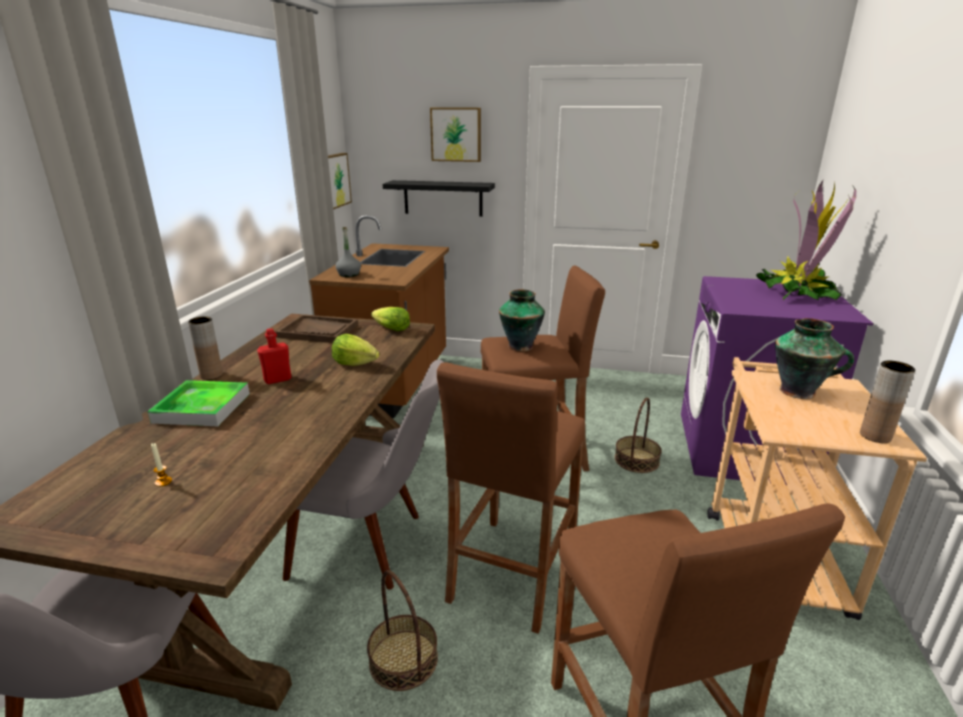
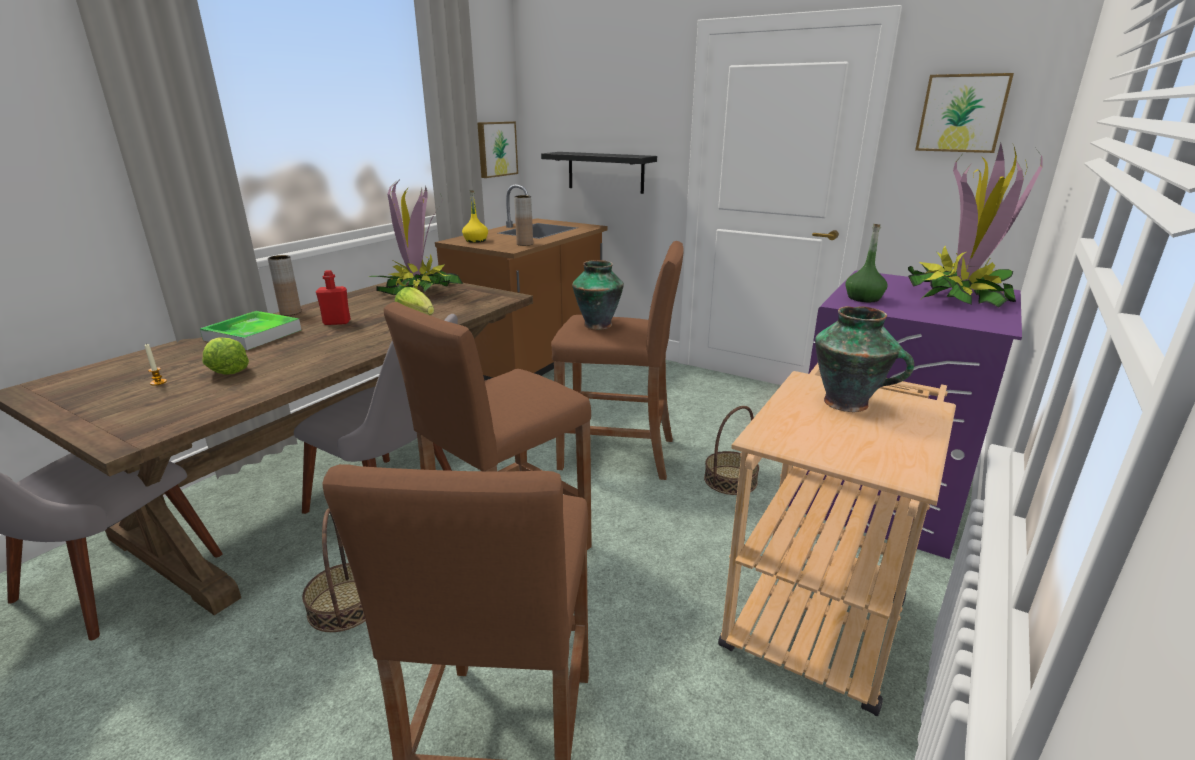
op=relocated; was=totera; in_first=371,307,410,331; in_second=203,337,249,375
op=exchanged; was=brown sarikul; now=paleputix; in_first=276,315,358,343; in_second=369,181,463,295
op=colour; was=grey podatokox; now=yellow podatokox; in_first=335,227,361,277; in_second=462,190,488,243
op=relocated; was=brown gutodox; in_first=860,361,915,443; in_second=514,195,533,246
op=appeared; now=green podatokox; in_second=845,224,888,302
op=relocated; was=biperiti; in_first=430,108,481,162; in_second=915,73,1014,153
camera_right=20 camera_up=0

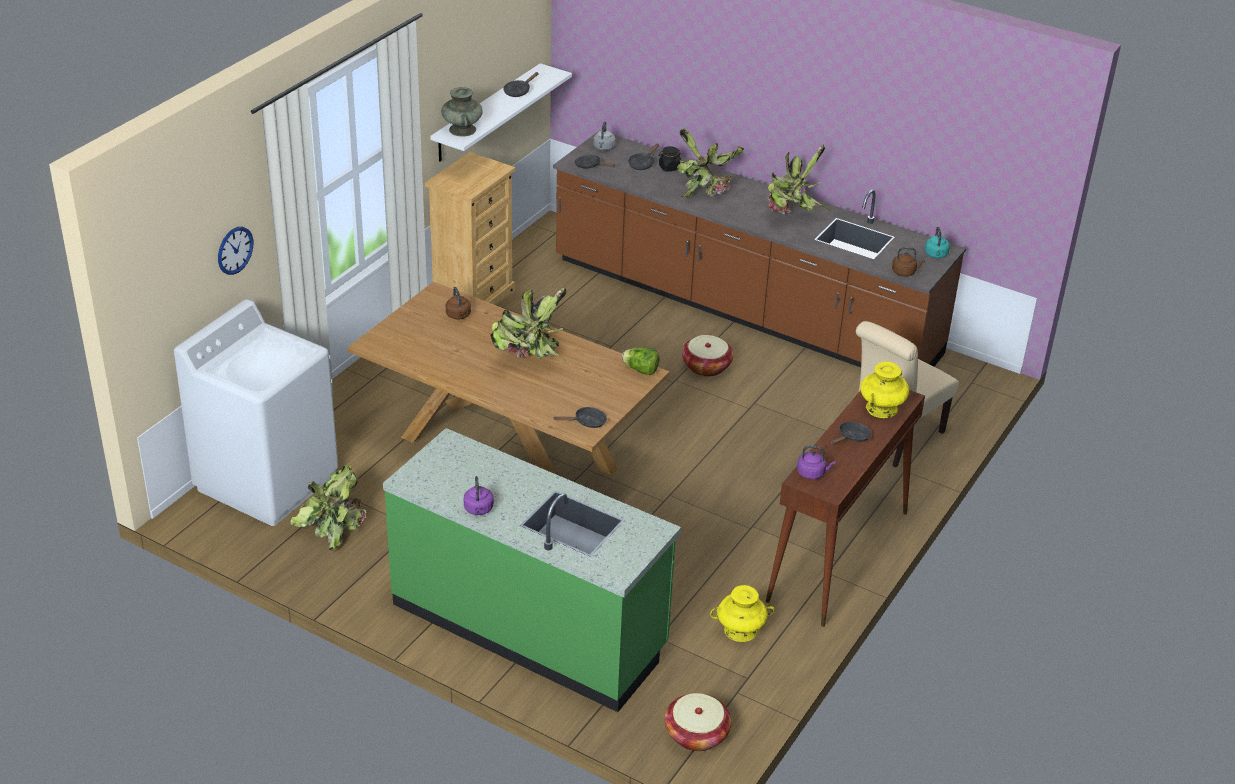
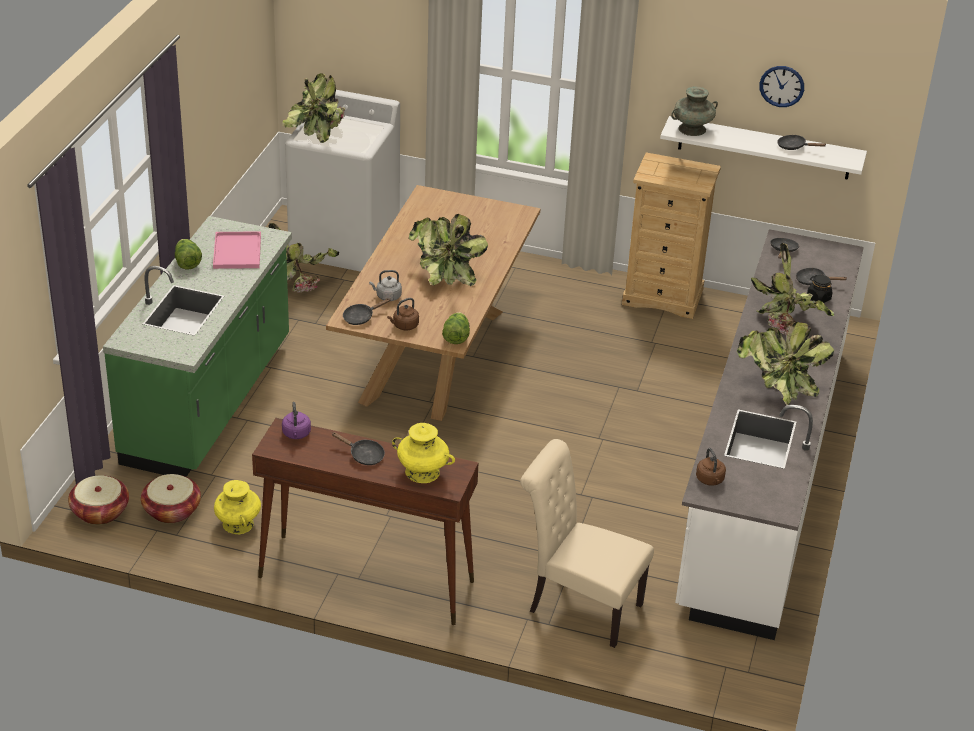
op=relocated; was=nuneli; in_first=682,335,734,377; in_second=141,474,201,523
op=exchanged; was=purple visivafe; now=totera; in_first=464,476,494,515; in_second=175,239,202,270
op=appeared; now=pink sarikul; in_second=213,231,261,269
op=appeared; now=paleputix; in_second=282,73,345,143
op=spun; was=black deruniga; in_first=553,407,607,428; in_second=343,298,390,325; clockwise=90
op=relocated; was=grey visivafe; in_first=594,122,615,151; in_second=369,270,402,301
op=relocated; was=brown visivafe; in_first=446,287,471,320; in_second=387,298,419,331
op=colour; was=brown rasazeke; now=white rasazeke; in_first=553,130,966,367; in_second=675,229,864,640
op=relocated; was=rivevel; in_first=218,227,253,275; in_second=759,66,804,107
op=missing; was=turquoise visivafe; in_first=925,227,950,258
camera_right=75 camera_up=0

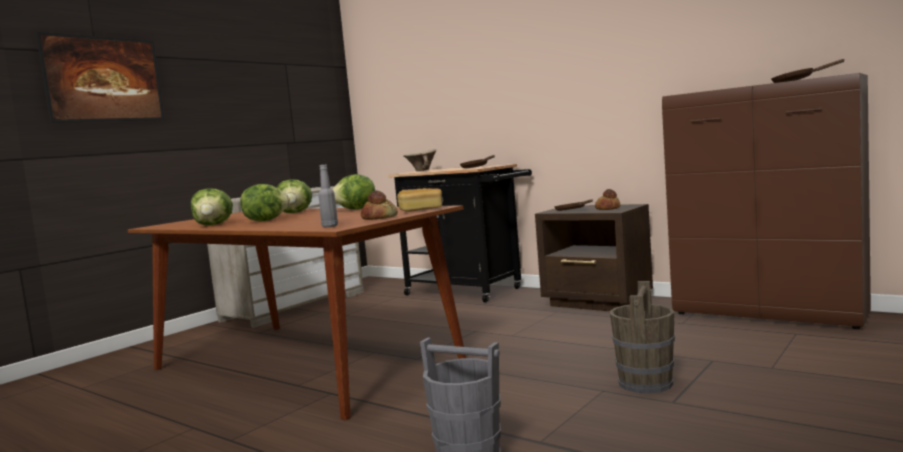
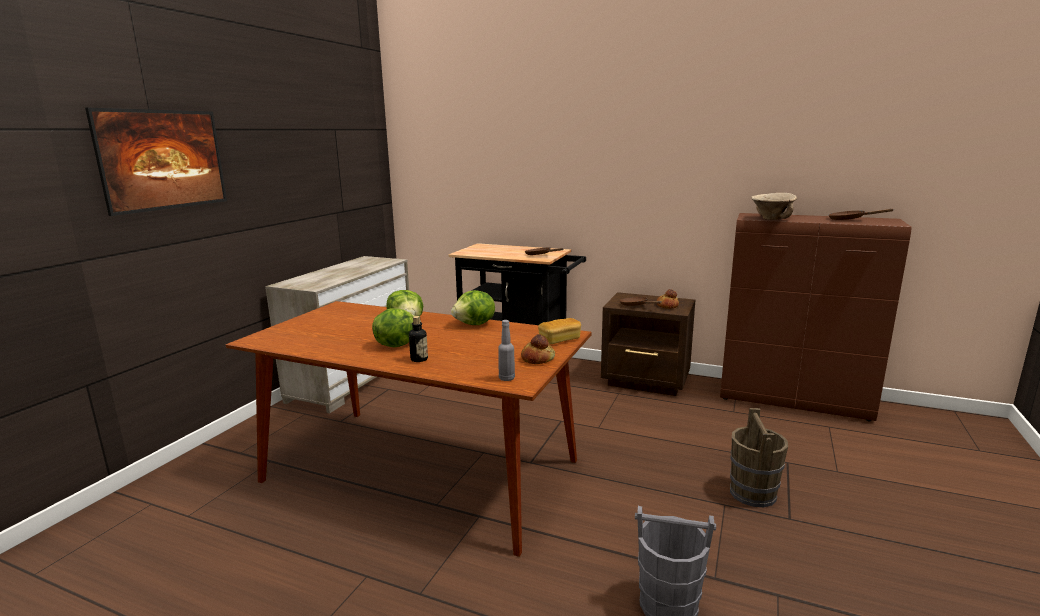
op=appeared; now=podatokox; in_second=409,316,428,362
op=relocated; was=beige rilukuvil; in_first=403,149,437,171; in_second=751,193,797,220
op=missing; was=totera; in_first=191,188,233,225
camera_right=-15 camera_up=10

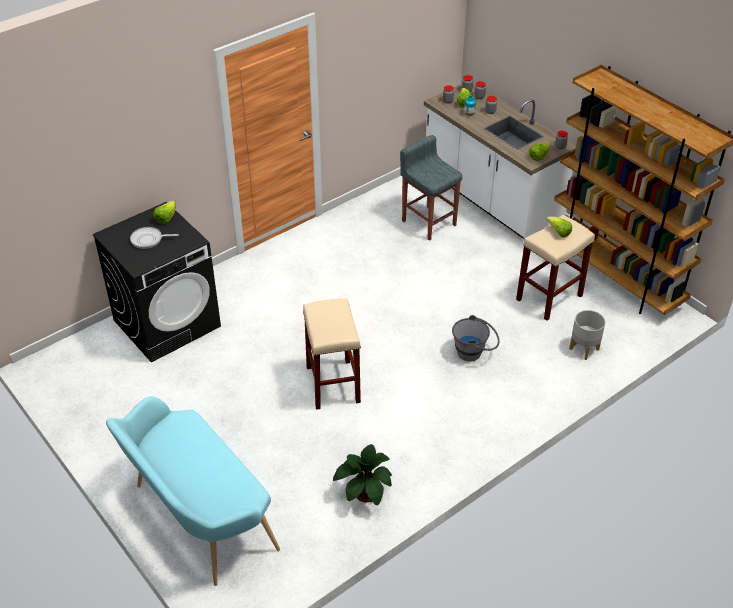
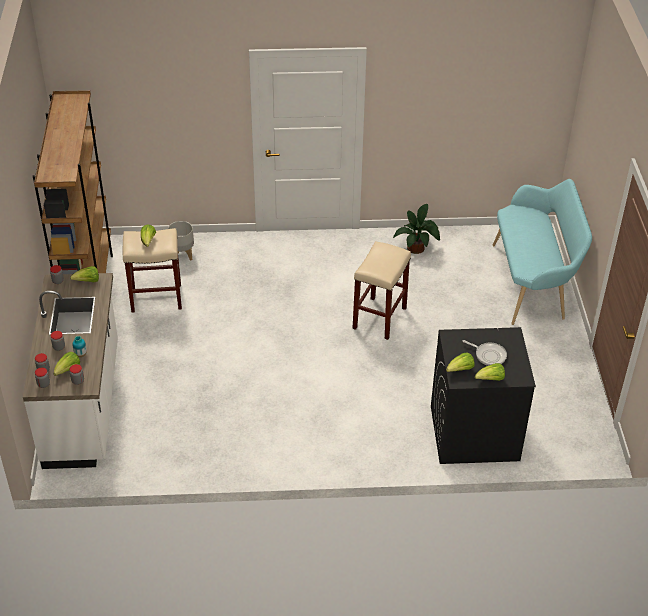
op=appeared; now=totera; in_second=475,363,505,381
op=missing; was=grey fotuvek; in_first=400,135,462,241
op=missing; was=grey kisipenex; in_first=452,315,500,361
camera_right=-145 camera_up=0

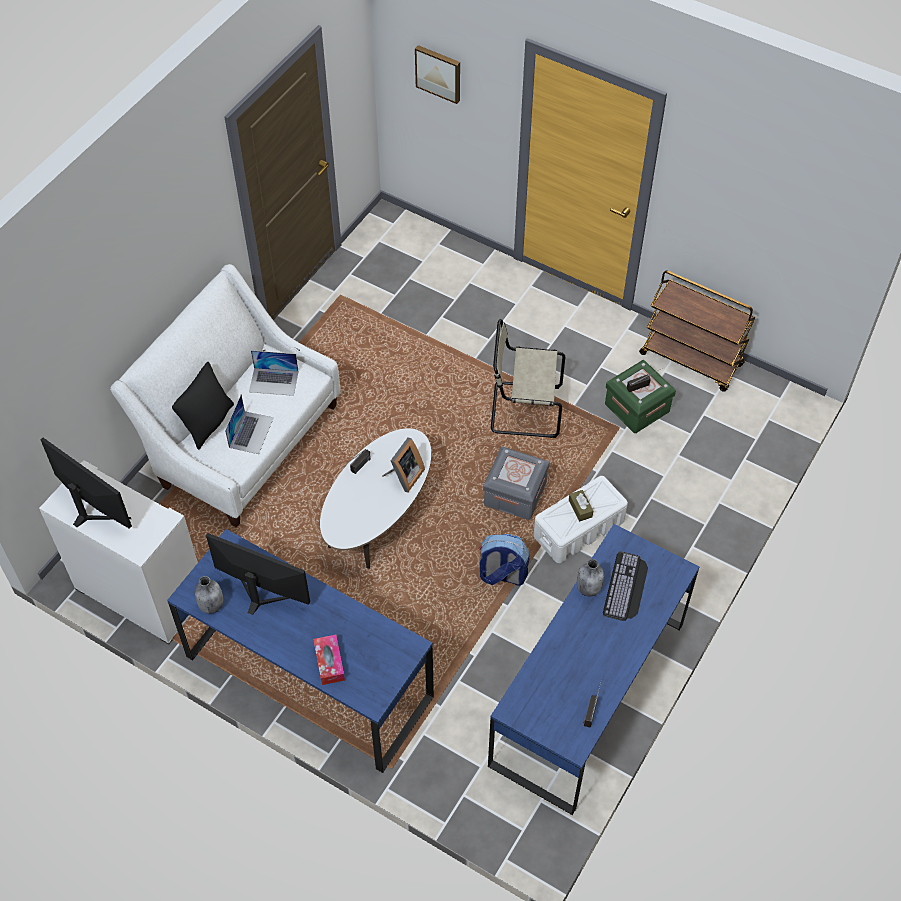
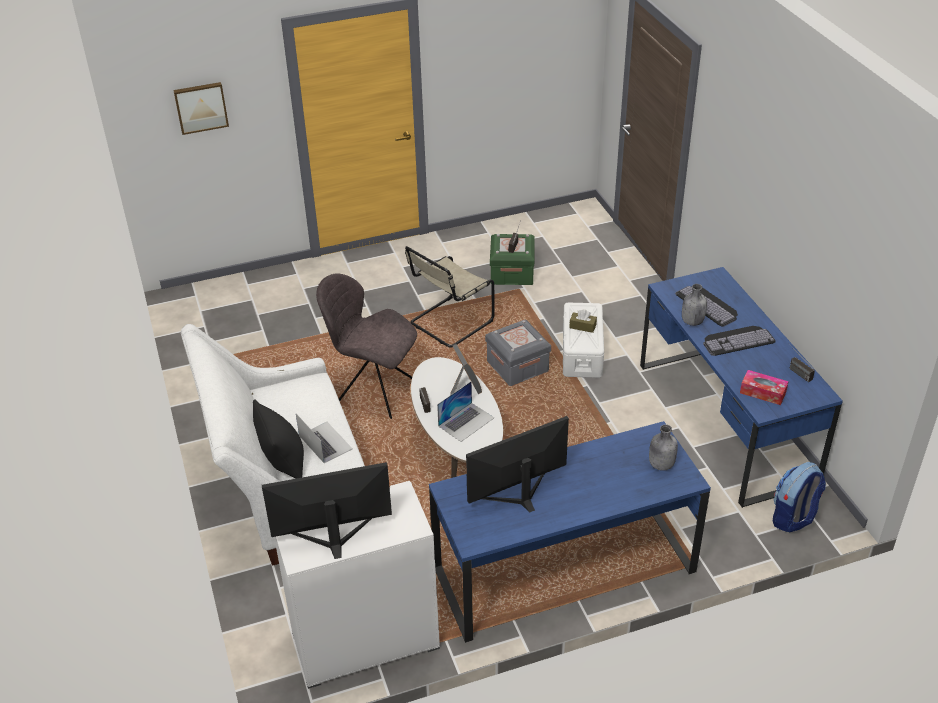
op=appeared; now=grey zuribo; in_second=316,273,417,419
op=relocated; was=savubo; in_first=249,350,299,396; in_second=437,381,494,442
op=relocated; was=grey podatokox; in_first=194,576,223,614; in_second=649,424,678,471
op=appeared; now=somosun; in_second=703,326,776,356
op=relocated; was=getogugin; in_first=313,635,345,685; in_second=740,370,789,405
op=relocated; was=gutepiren; in_first=478,534,529,586; in_second=773,462,826,533
op=missing; was=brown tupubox; in_first=639,270,755,392
camera_right=-50 camera_up=-15

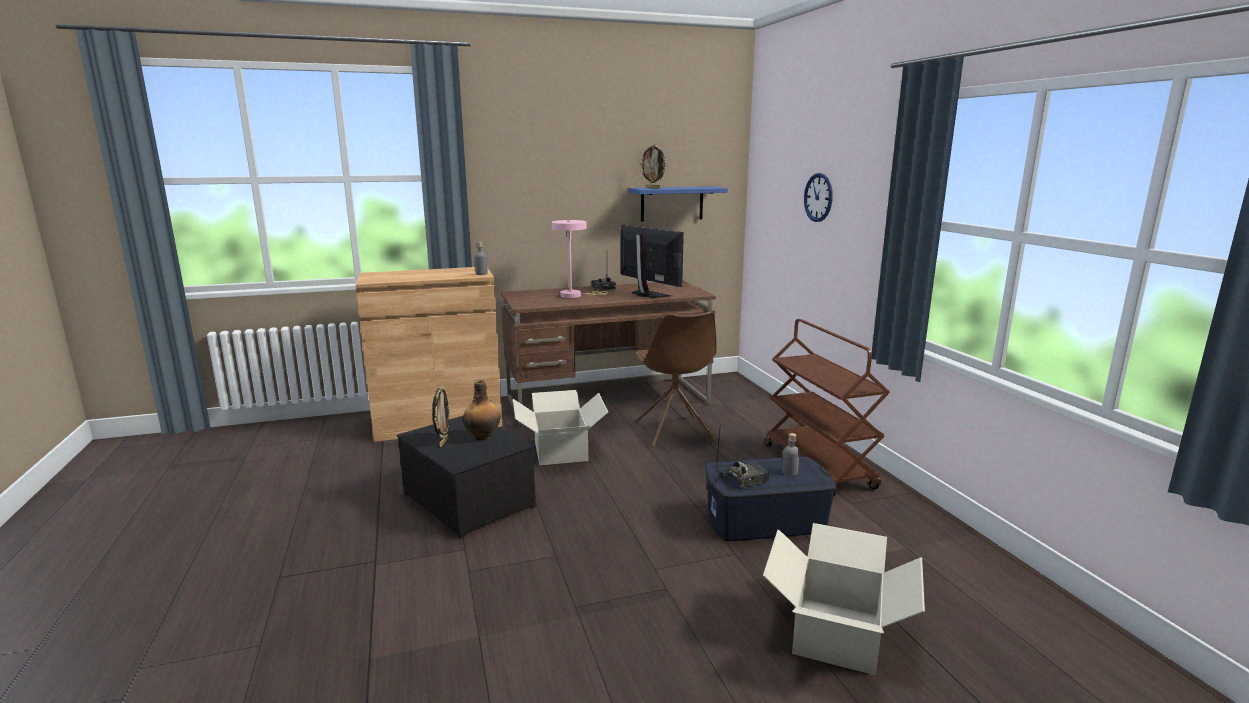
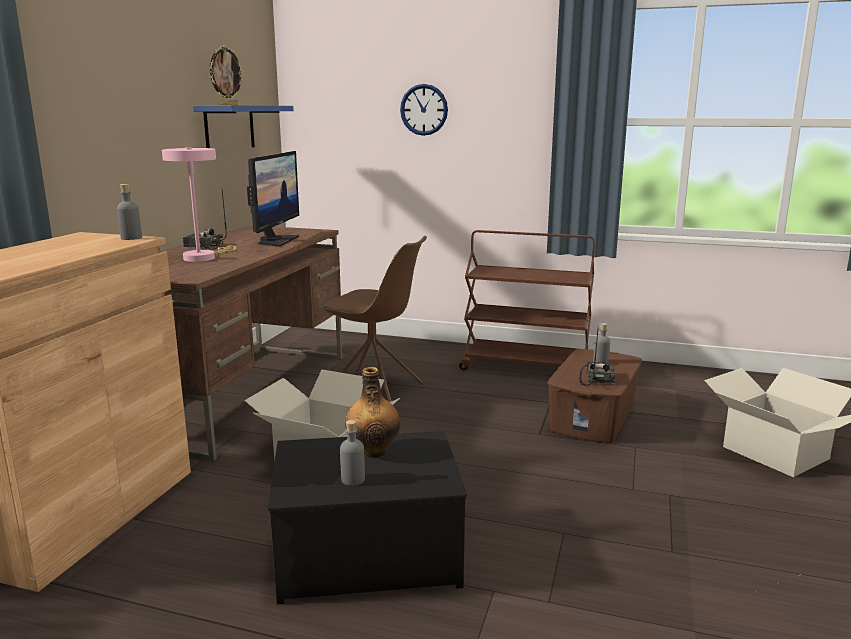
op=spun; was=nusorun; in_first=621,225,684,298; in_second=247,151,299,247; clockwise=105
op=exchanged; was=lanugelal; now=grey podatokox; in_first=432,386,450,447; in_second=340,420,365,486
op=colour; was=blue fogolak; now=brown fogolak; in_first=705,457,836,541; in_second=547,349,642,443
camera_right=-55 camera_up=0

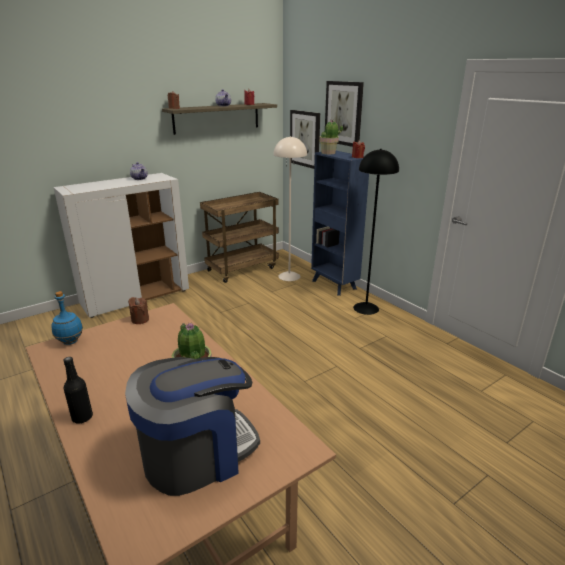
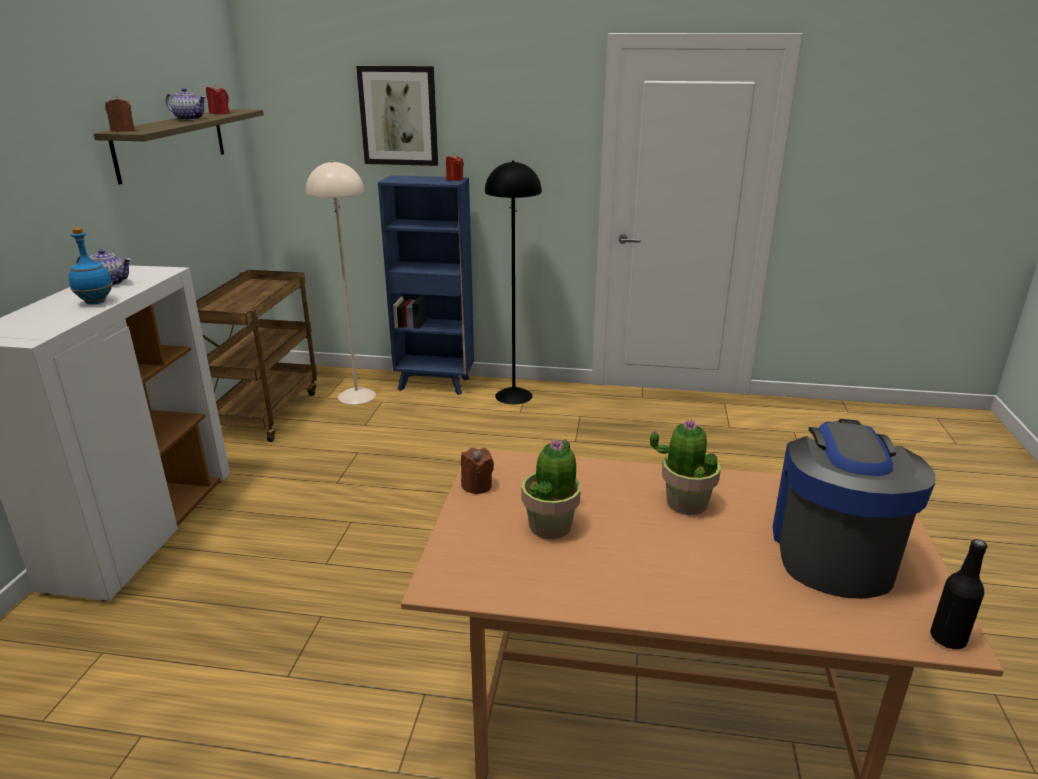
op=relocated; was=blue podatokox; in_first=51,291,83,345; in_second=68,228,113,305
op=relocated; was=paleputix; in_first=319,119,343,155; in_second=522,439,581,539
op=relocated; was=black podatokox; in_first=63,357,93,424; in_second=930,539,987,649
op=missing; was=biperiti; in_first=290,110,320,169
camera_right=-45 camera_up=0

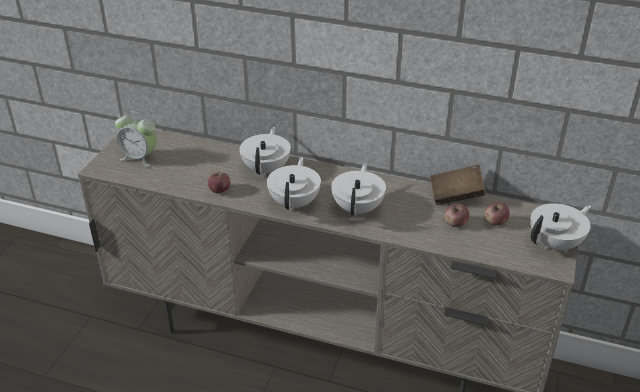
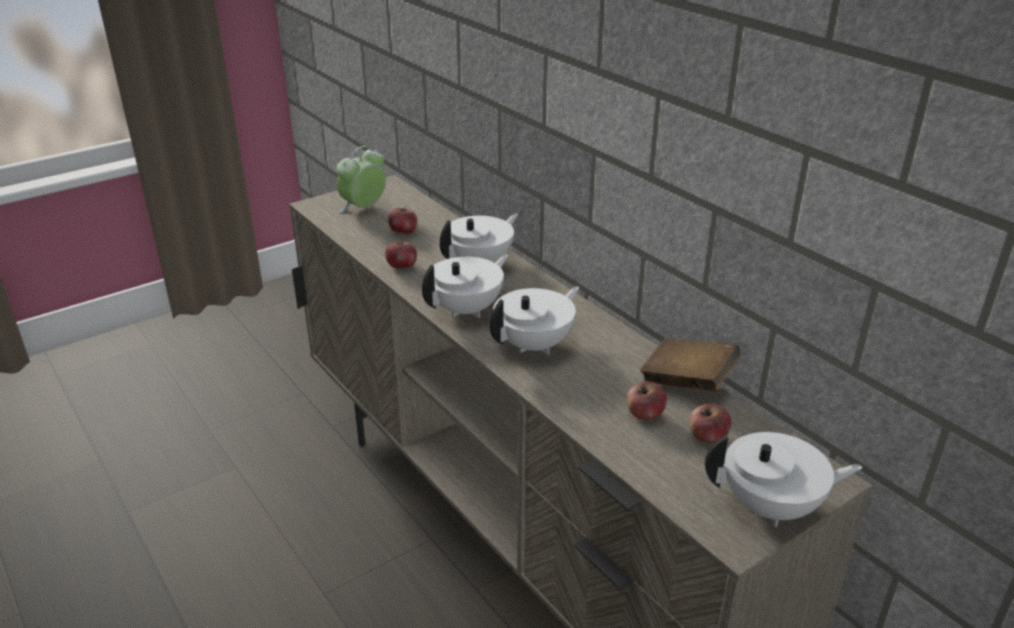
op=spun; was=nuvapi; in_first=115,111,157,167; in_second=337,146,386,213; clockwise=75
op=appeared; now=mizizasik; in_second=388,208,418,234
camera_right=35 camera_up=-5

